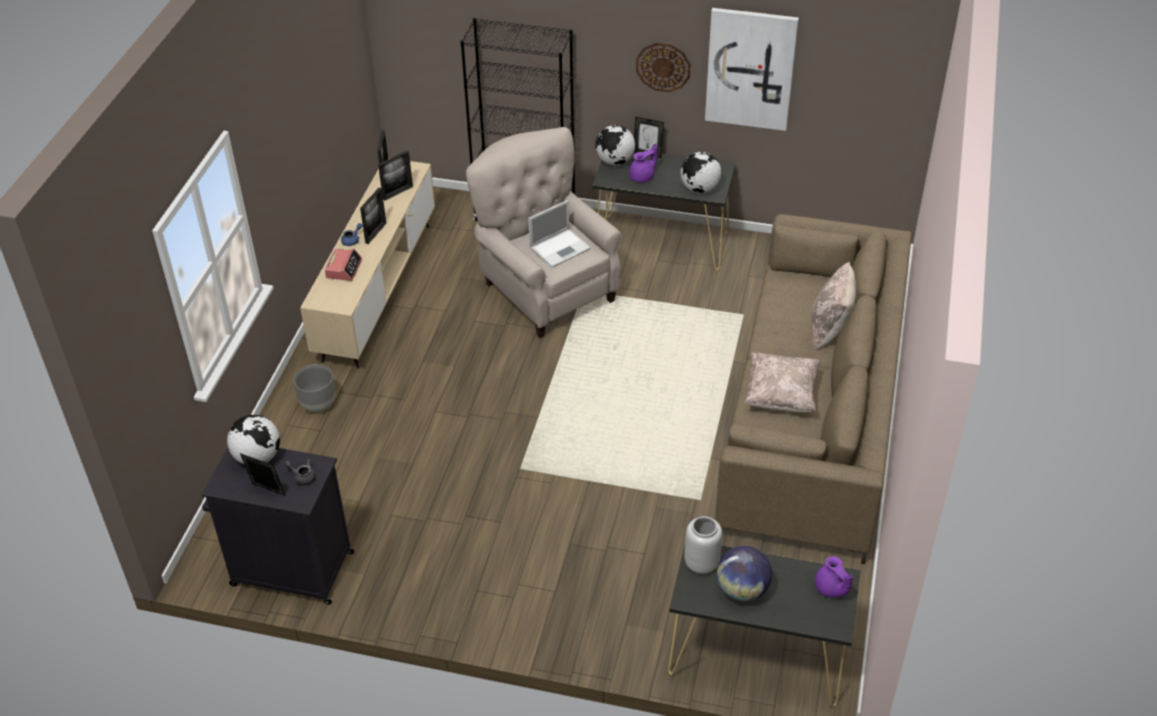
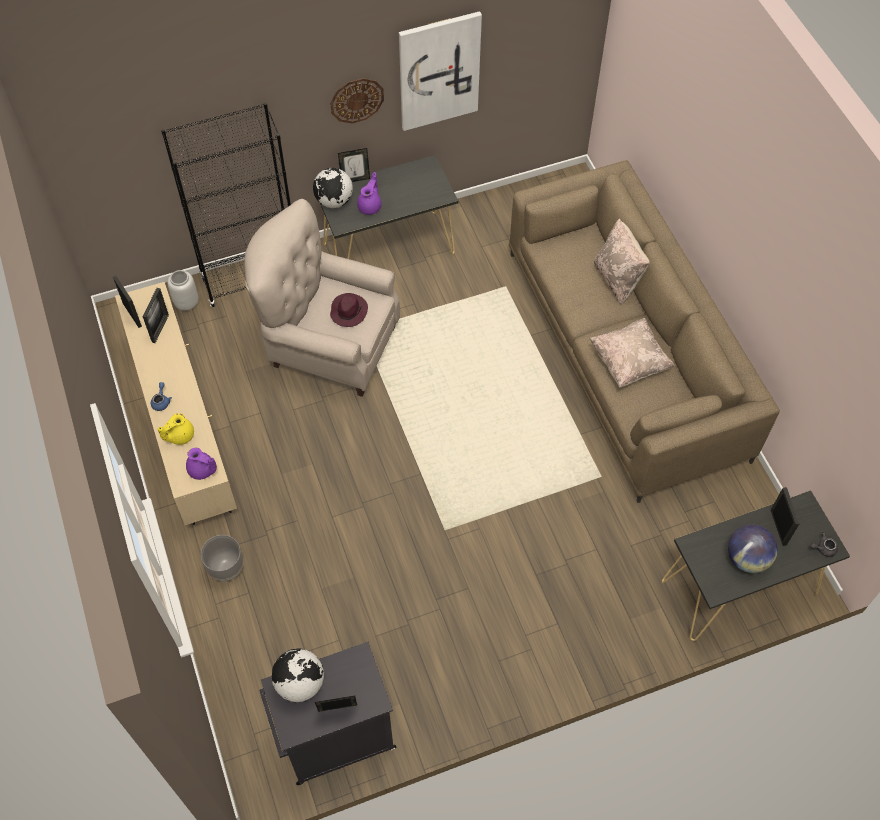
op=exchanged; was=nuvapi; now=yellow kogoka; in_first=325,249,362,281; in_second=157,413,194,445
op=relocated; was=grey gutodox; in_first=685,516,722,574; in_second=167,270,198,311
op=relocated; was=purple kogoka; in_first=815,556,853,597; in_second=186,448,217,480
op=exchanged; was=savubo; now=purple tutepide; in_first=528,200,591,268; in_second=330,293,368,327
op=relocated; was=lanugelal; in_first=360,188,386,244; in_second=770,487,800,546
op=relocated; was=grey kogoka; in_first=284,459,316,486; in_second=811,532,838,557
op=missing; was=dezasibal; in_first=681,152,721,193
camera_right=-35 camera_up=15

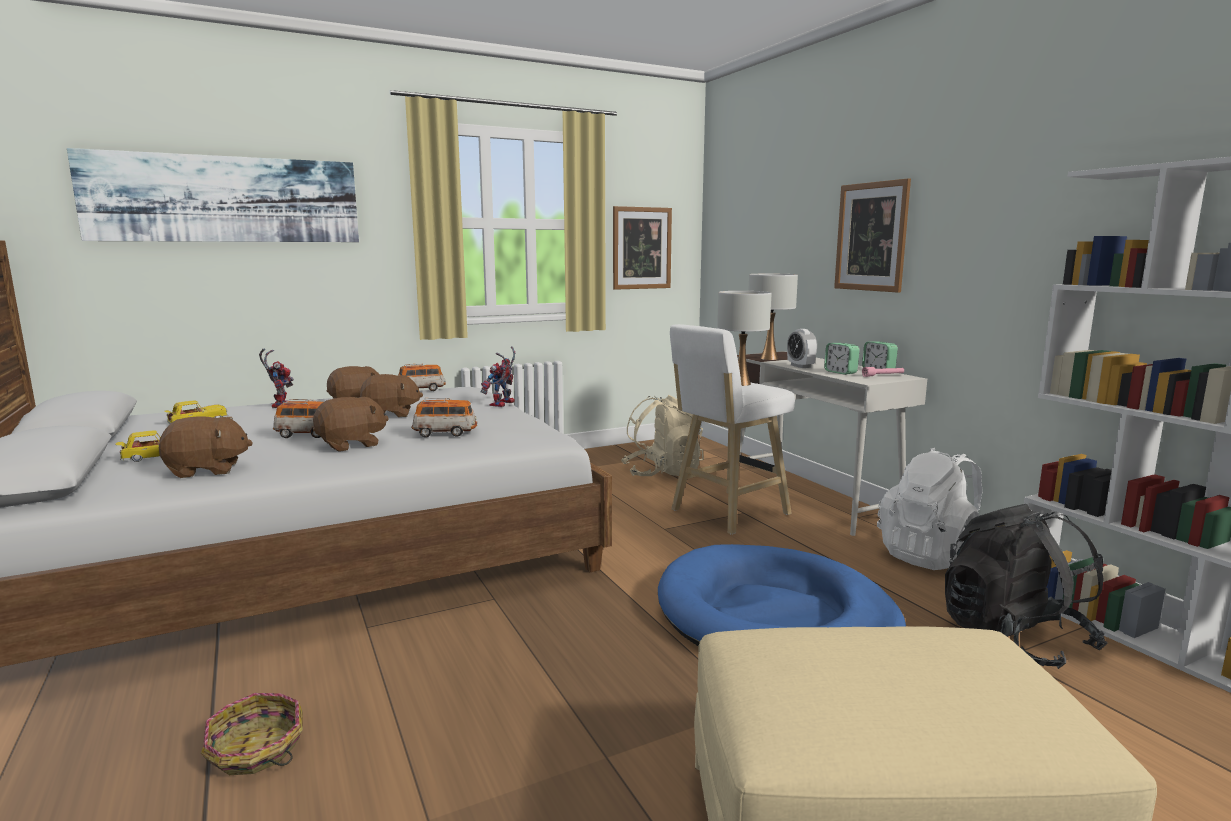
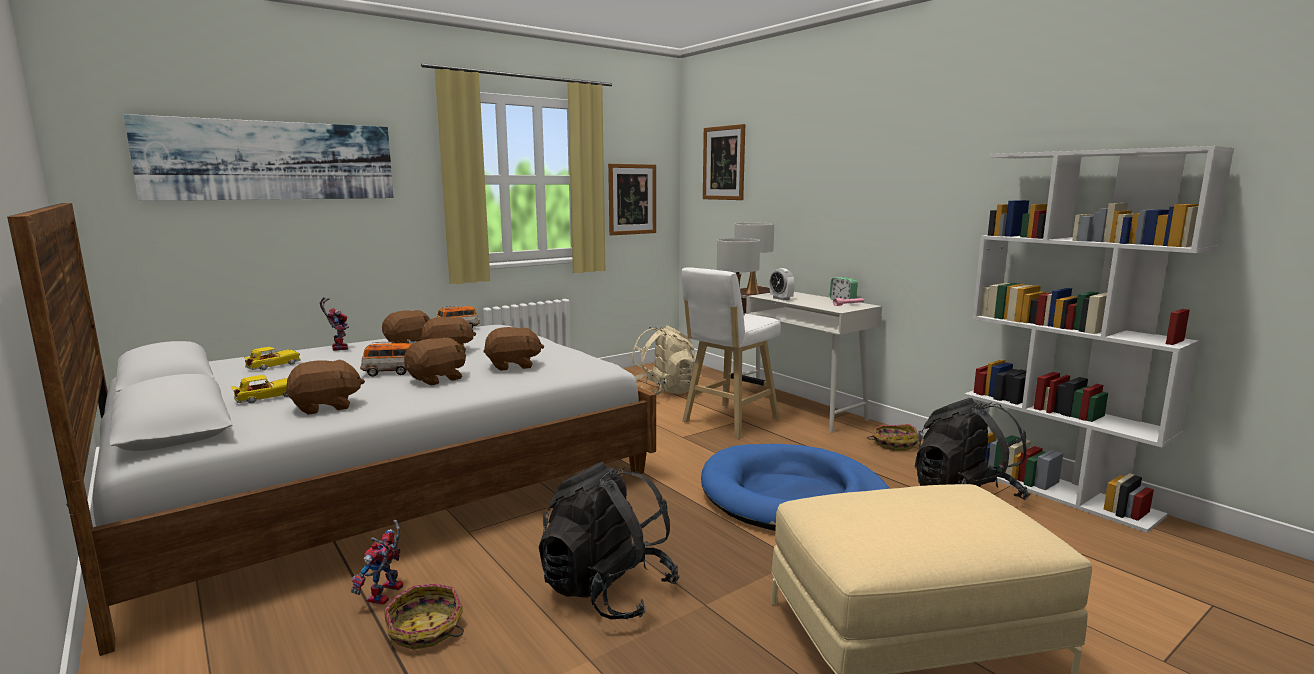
op=relocated; was=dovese; in_first=480,346,515,407; in_second=351,520,403,605
op=exchanged; was=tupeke; now=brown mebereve; in_first=411,398,477,437; in_second=483,327,544,371
op=appeared; now=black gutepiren; in_second=539,462,680,620
op=relocated; was=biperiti; in_first=834,178,911,293; in_second=703,124,745,200
op=exchanged; was=white gutepiren; now=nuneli; in_first=877,448,982,570; in_second=867,424,919,451
op=missing; was=nuvapi; in_first=824,343,860,375
camera_right=-10 camera_up=0

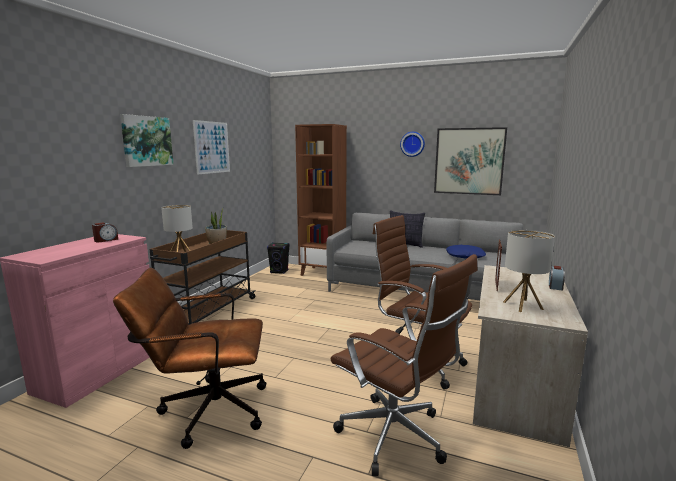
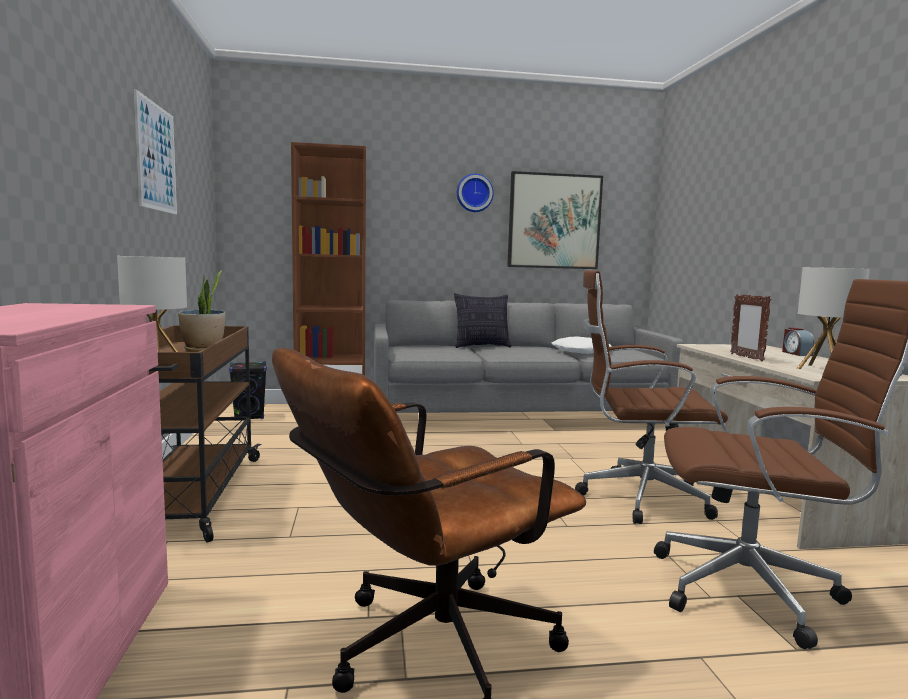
op=colour; was=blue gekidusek; now=white gekidusek; in_first=446,245,486,259; in_second=552,336,612,354
op=missing; was=nuvapi; in_first=92,222,118,243
op=missing; was=biperiti; in_first=120,114,174,167
camera_right=-30 camera_up=-5

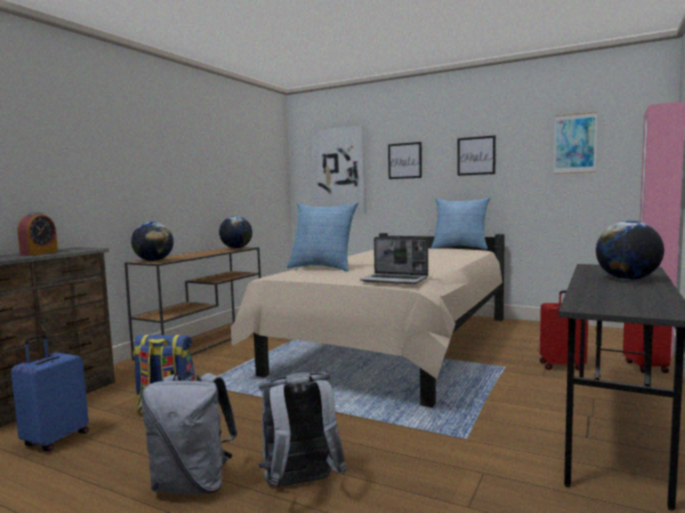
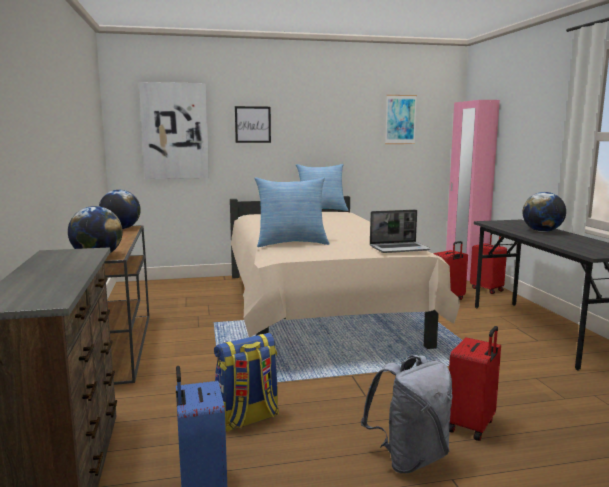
op=exchanged; was=grey gutepiren; now=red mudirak; in_first=258,372,347,487; in_second=449,326,501,441
op=missing; was=nuvapi; in_first=17,212,58,256
op=missing; was=biperiti; in_first=457,135,496,176
camera_right=-40 camera_up=5

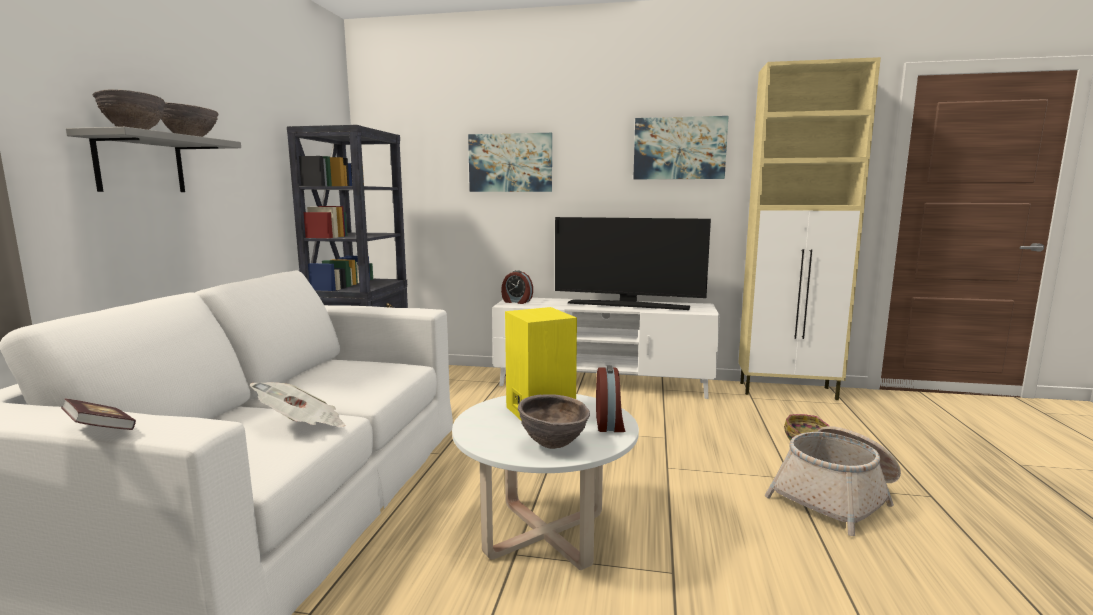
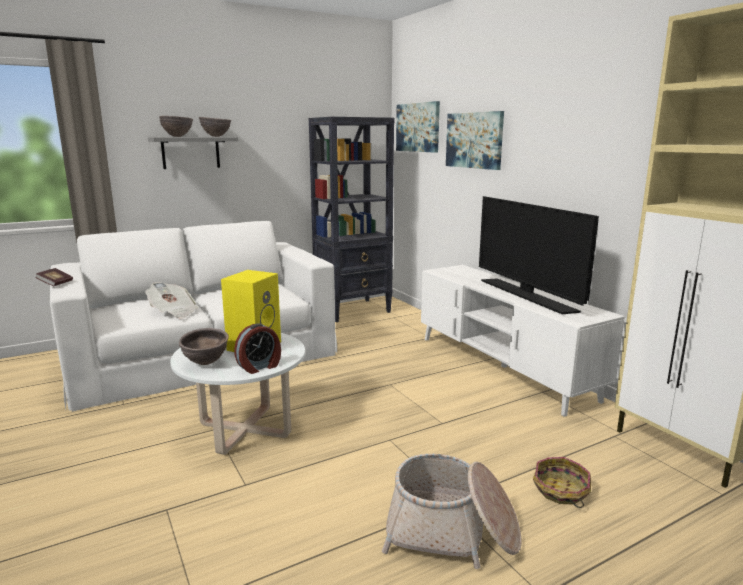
op=relocated; was=biperiti; in_first=633,116,728,179; in_second=396,101,440,153
op=missing; was=nuvapi; in_first=501,270,533,304
camera_right=50 camera_up=5

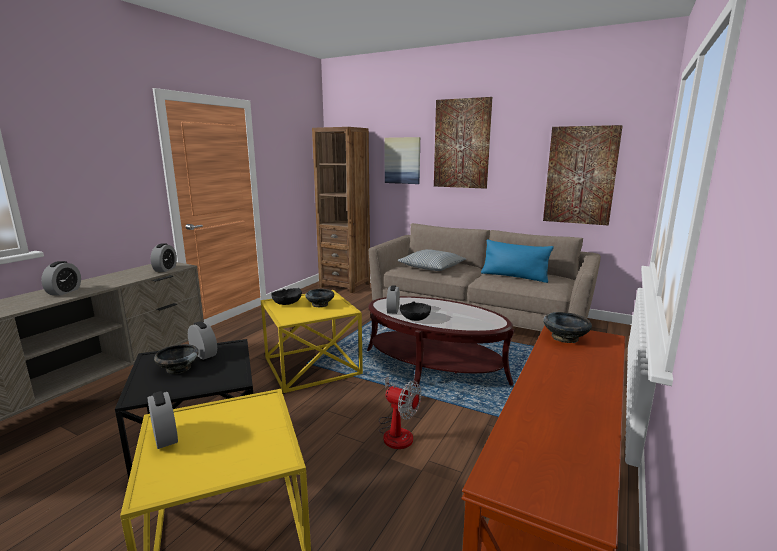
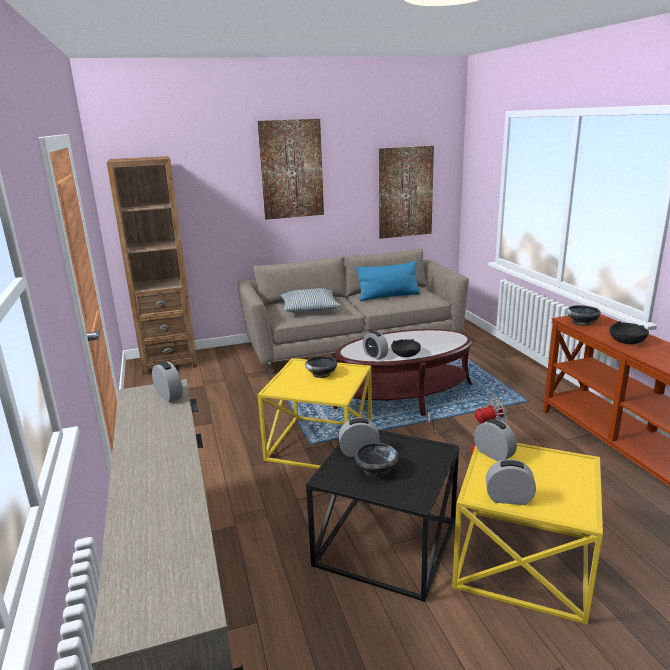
op=relocated; was=nuvapi; in_first=41,261,81,296; in_second=474,418,517,462
op=relocated; was=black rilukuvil; in_first=271,288,302,305; in_second=609,321,649,344
op=missing; was=biperiti; in_first=385,137,420,184
camera_right=-45 camera_up=5

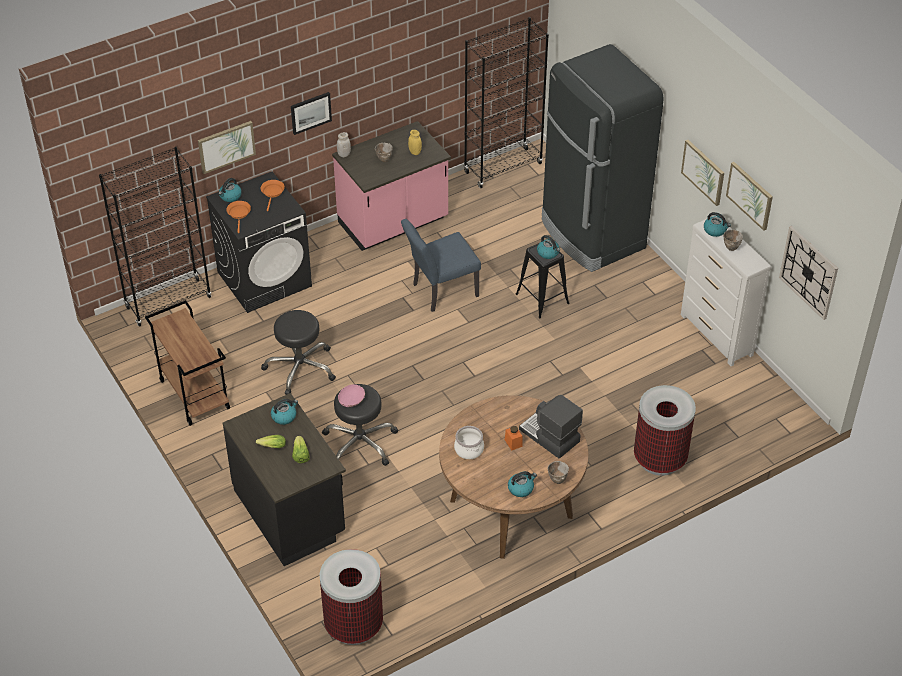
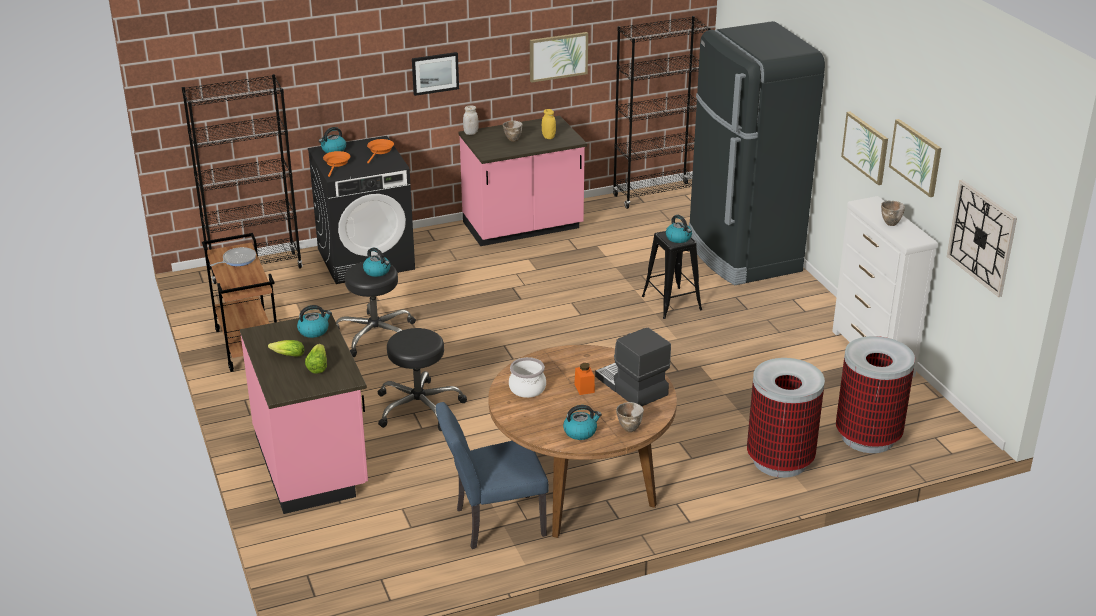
op=appeared; now=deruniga; in_second=210,247,256,266
op=colour; was=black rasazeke; now=pink rasazeke; in_first=222,393,346,566; in_second=240,313,368,514
op=relocated; was=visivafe; in_first=704,212,731,237; in_second=363,248,391,277
op=relocated; was=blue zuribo; in_first=401,219,481,312; in_second=436,402,548,549
op=relocated; was=biperiti; in_first=198,121,256,174; in_second=530,32,588,83
op=relocated; was=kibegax; in_first=320,549,383,645; in_second=836,336,915,453
op=missing; was=pink rilukuvil; in_first=338,384,365,407
camera_right=10 camera_up=-15

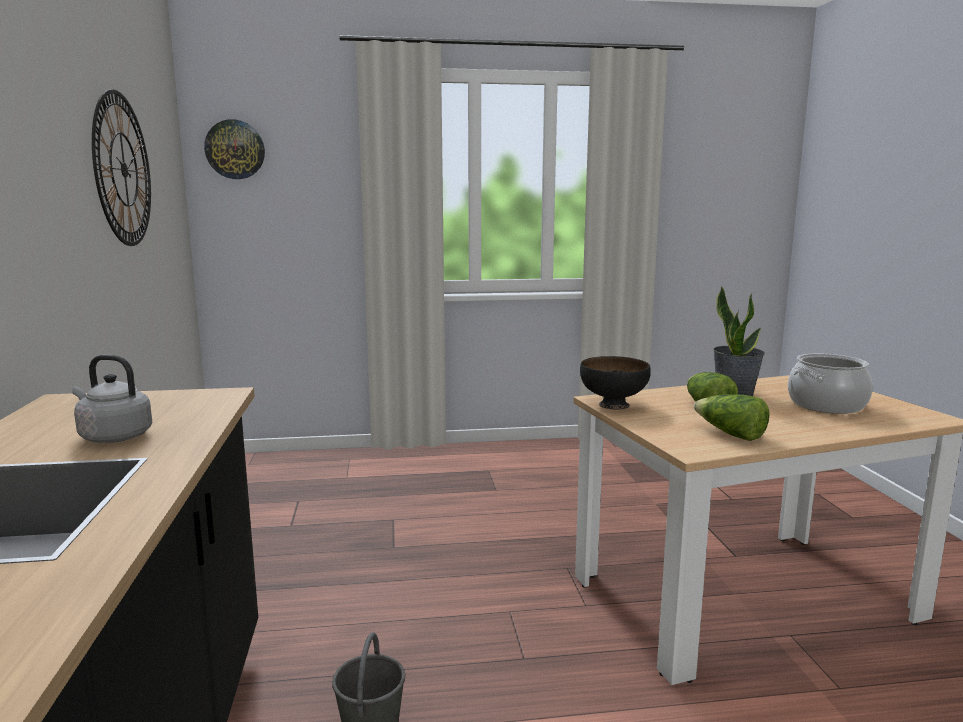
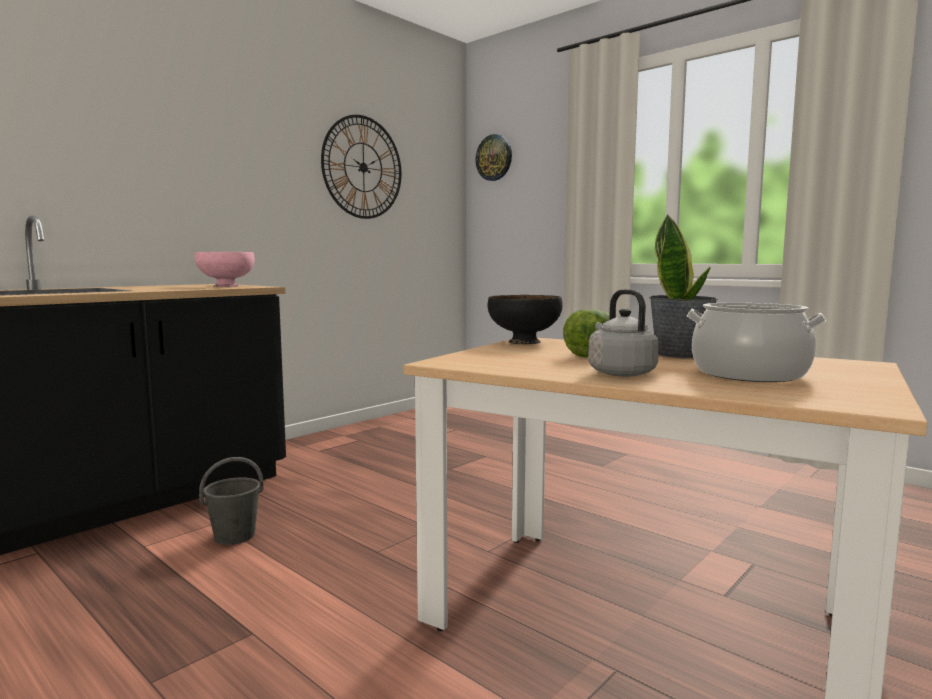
op=appeared; now=pink rilukuvil; in_second=194,252,254,287
op=relocated; was=grey visivafe; in_first=72,355,152,443; in_second=588,289,659,377
op=missing; was=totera; in_first=694,394,770,441
camera_right=50 camera_up=-5

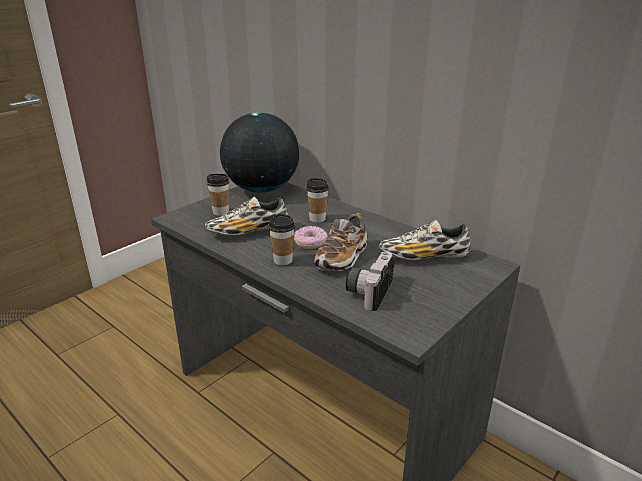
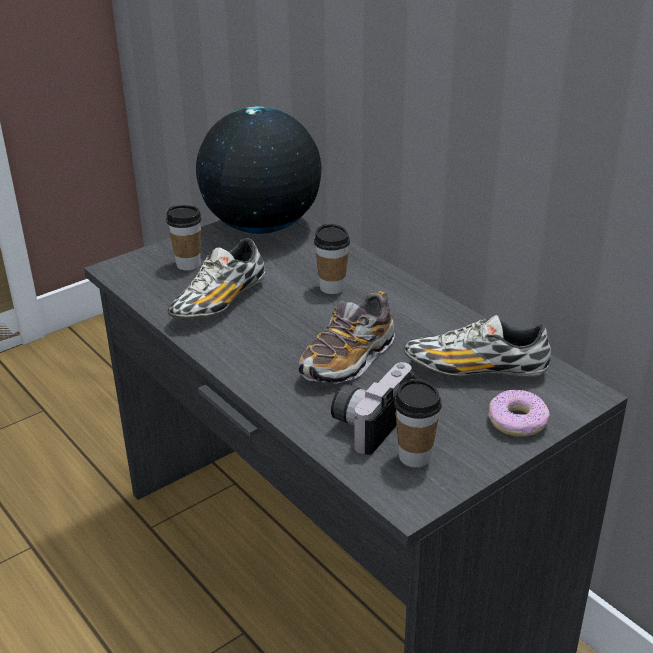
op=spun; was=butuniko; in_first=204,197,288,235; in_second=168,238,265,319; clockwise=-45
op=relocated; was=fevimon; in_first=268,214,295,265; in_second=394,379,442,468
op=relocated; was=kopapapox; in_first=294,226,328,249; in_second=488,390,550,437
camera_right=10 camera_up=5

